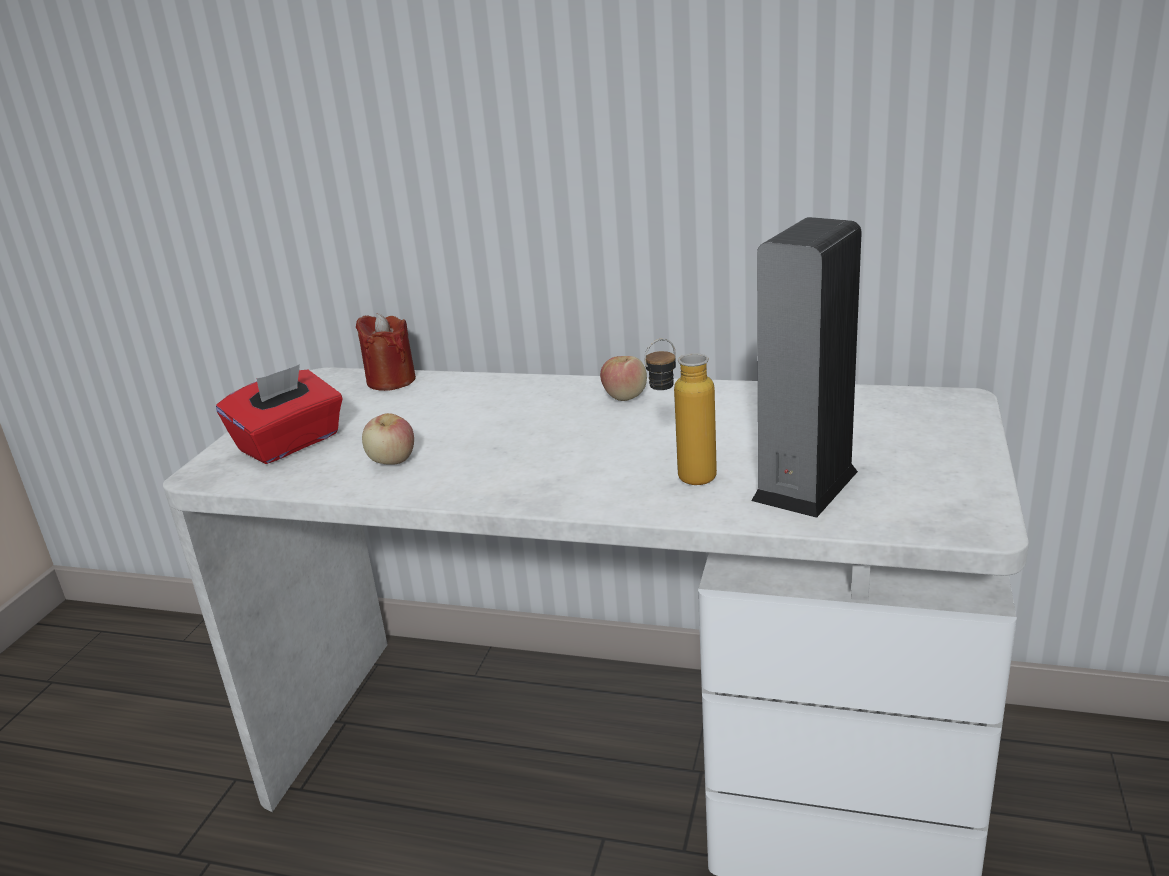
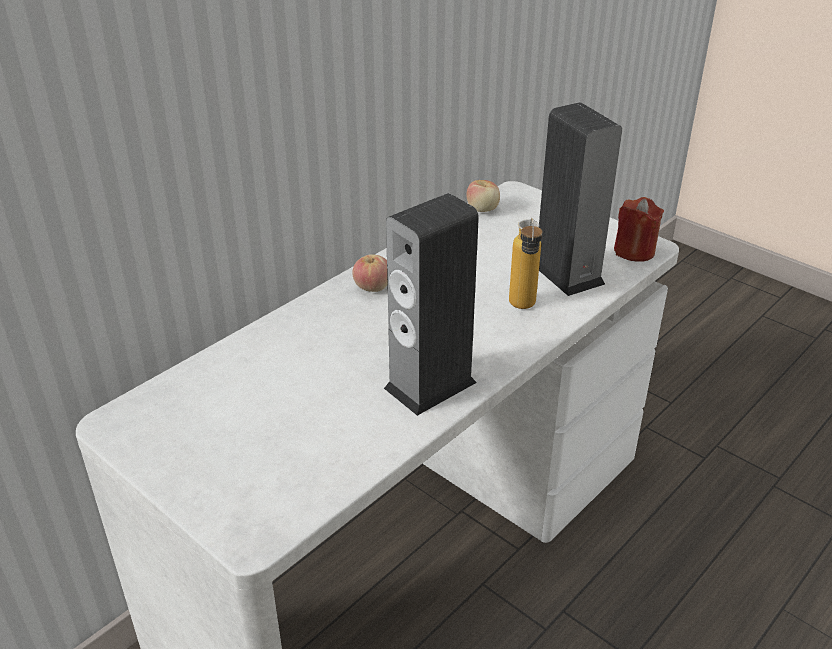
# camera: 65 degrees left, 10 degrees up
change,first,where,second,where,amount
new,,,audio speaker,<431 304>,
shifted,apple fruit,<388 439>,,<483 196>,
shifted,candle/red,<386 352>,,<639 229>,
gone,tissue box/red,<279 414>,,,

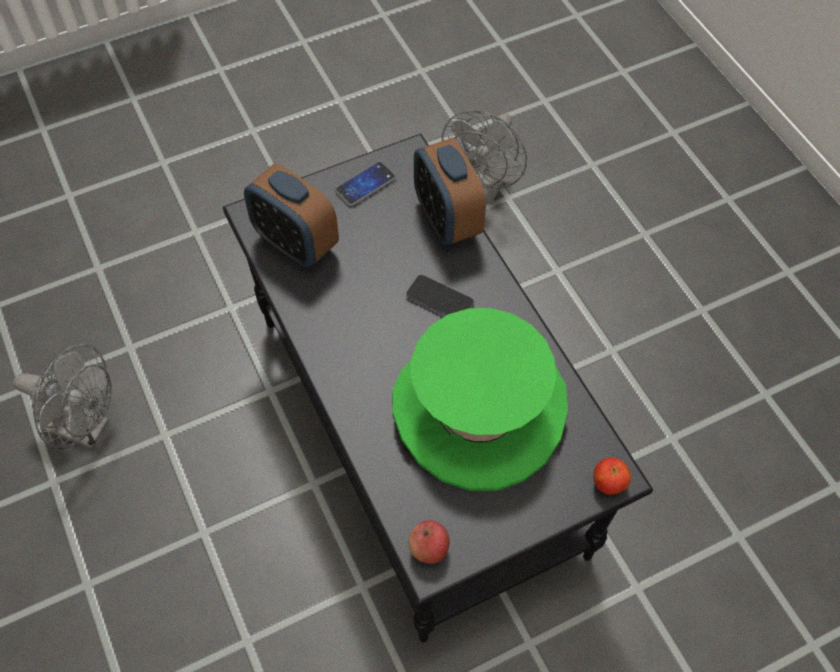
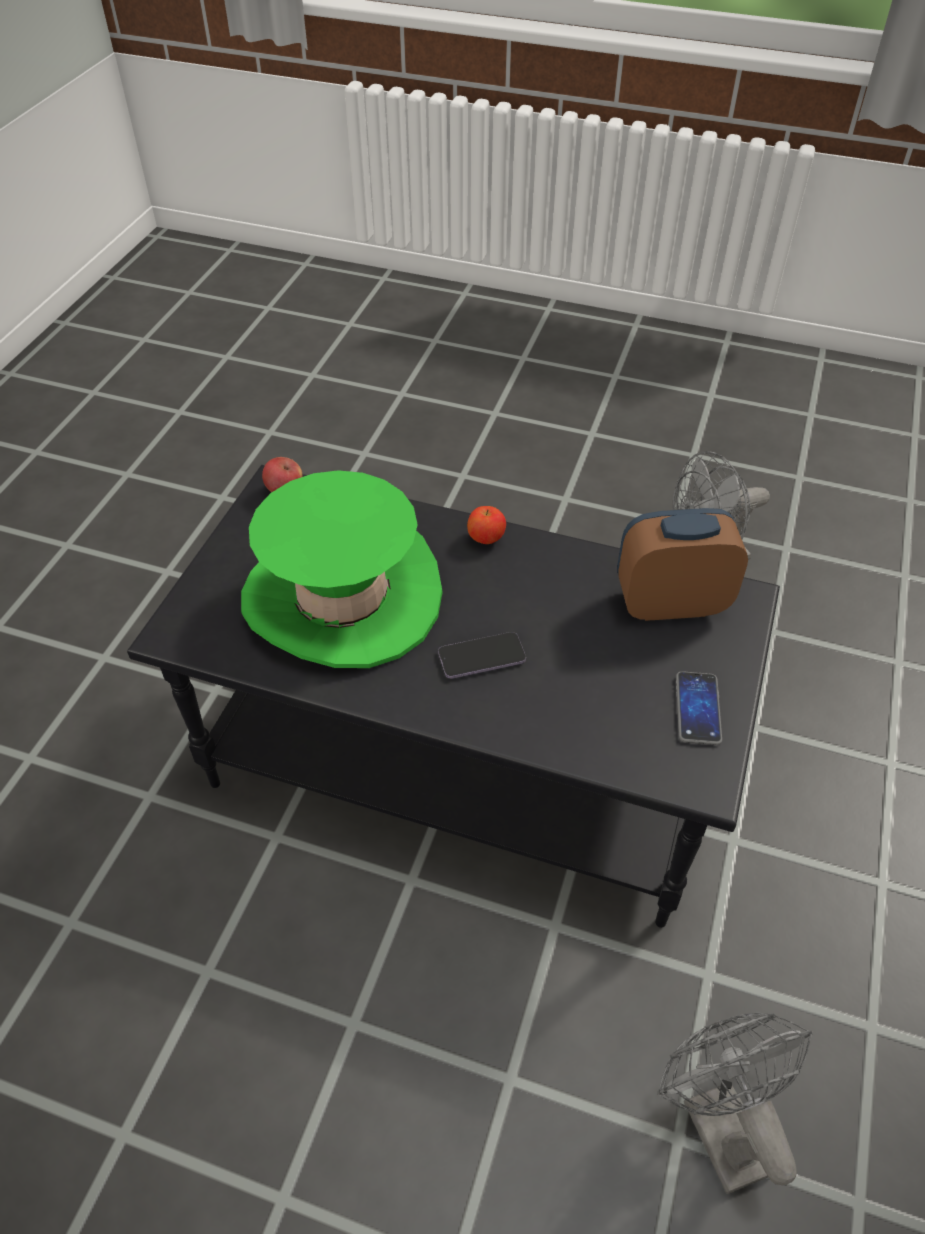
# camera: 135 degrees right, 10 degrees down
change,first,where,second,where,amount
shifted,apple fruit,<612 476>,,<486 525>,
gone,bedside clock,<450 191>,,,

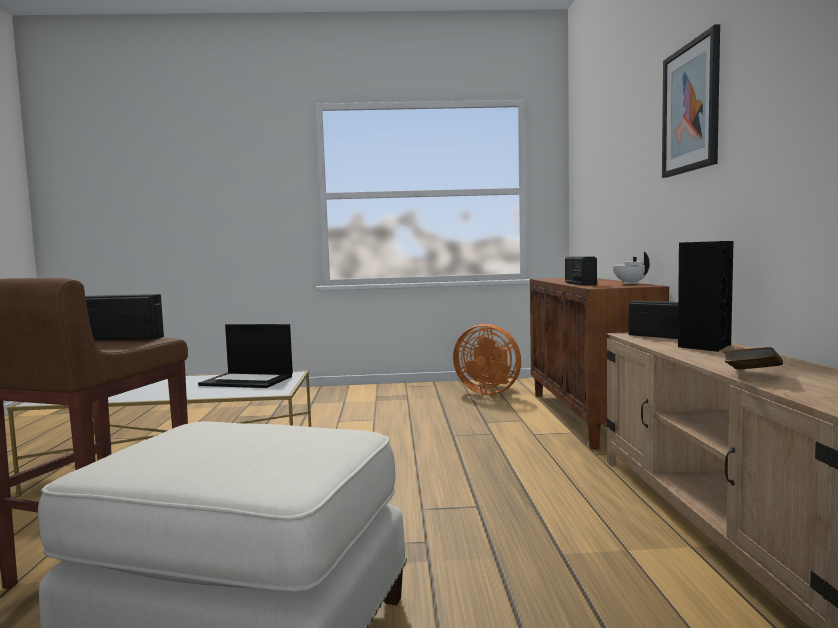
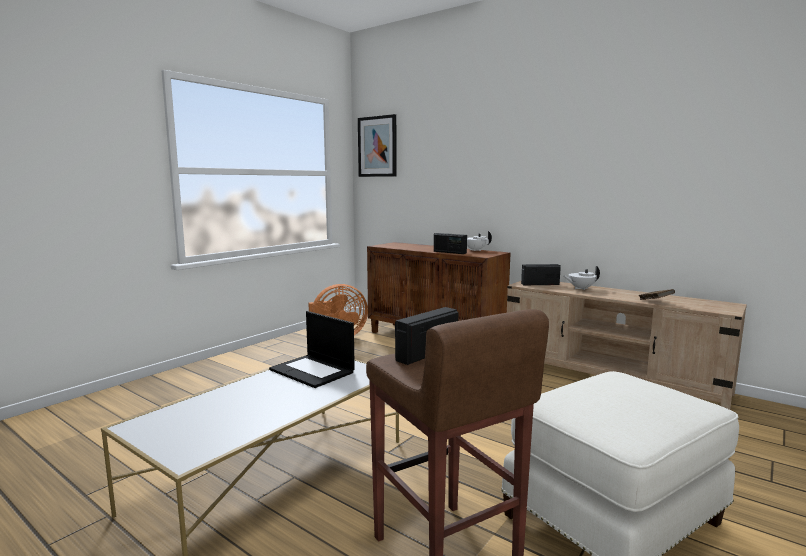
# camera: 50 degrees left, 5 degrees up
change,first,where,second,where,amount
rotated,laptop,<245 356>,,<312 349>,75 degrees clockwise
shifted,picture,<691 101>,,<377 145>,
swapped,audio speaker/black-coloured,<706 296>,tea pot/white-coloured,<582 278>,

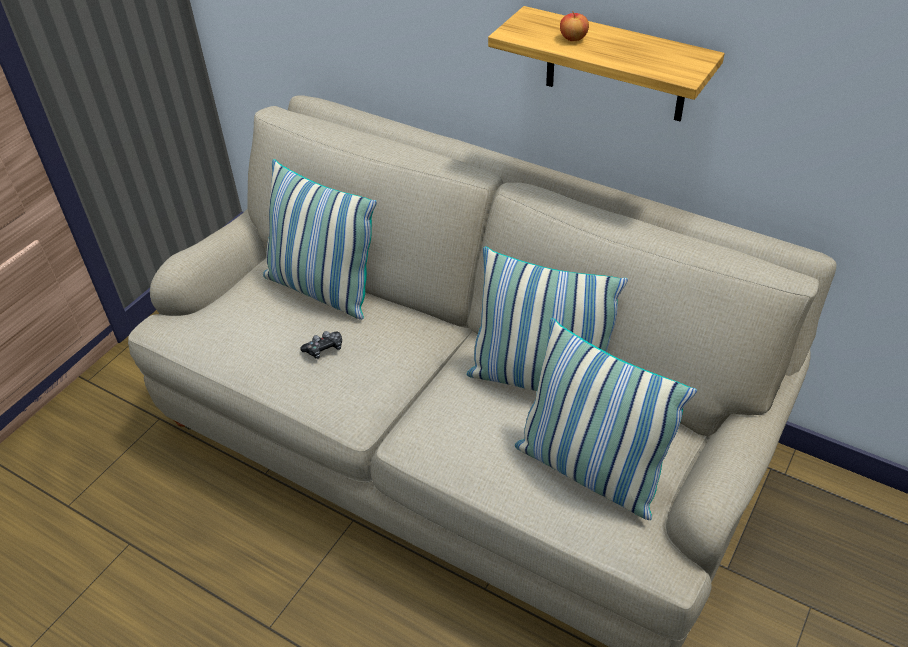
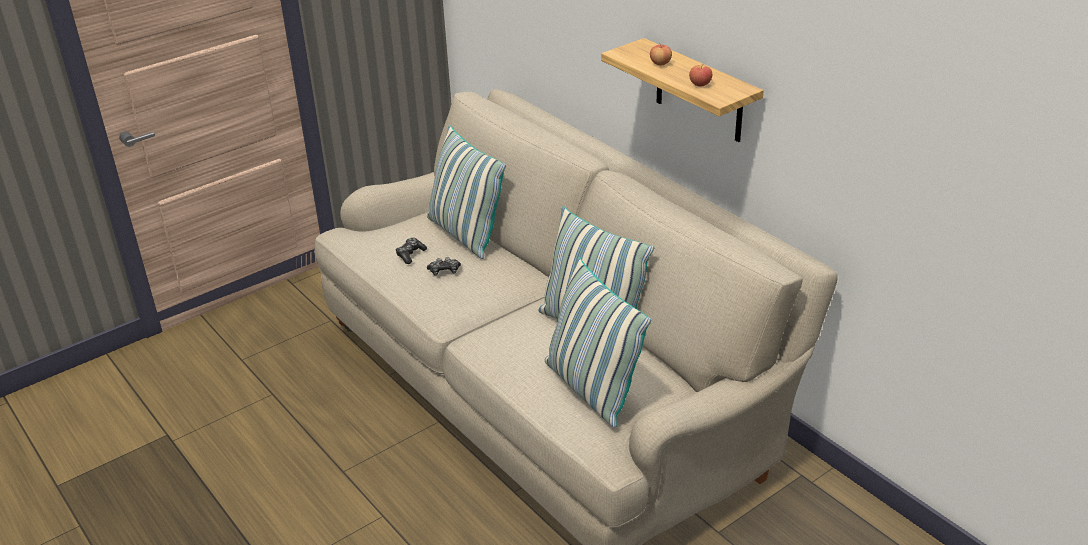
# camera: 20 degrees right, 10 degrees down
change,first,where,second,where,amount
new,,,gamepad,<411 251>,
new,,,apple fruit,<700 75>,

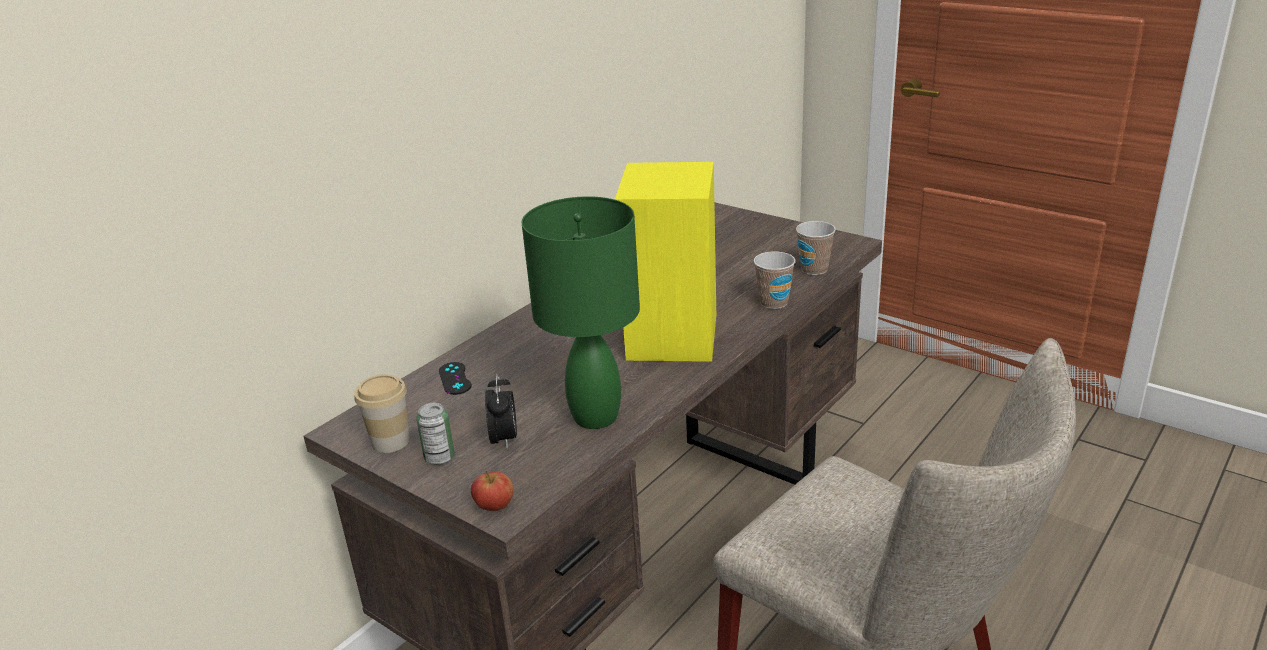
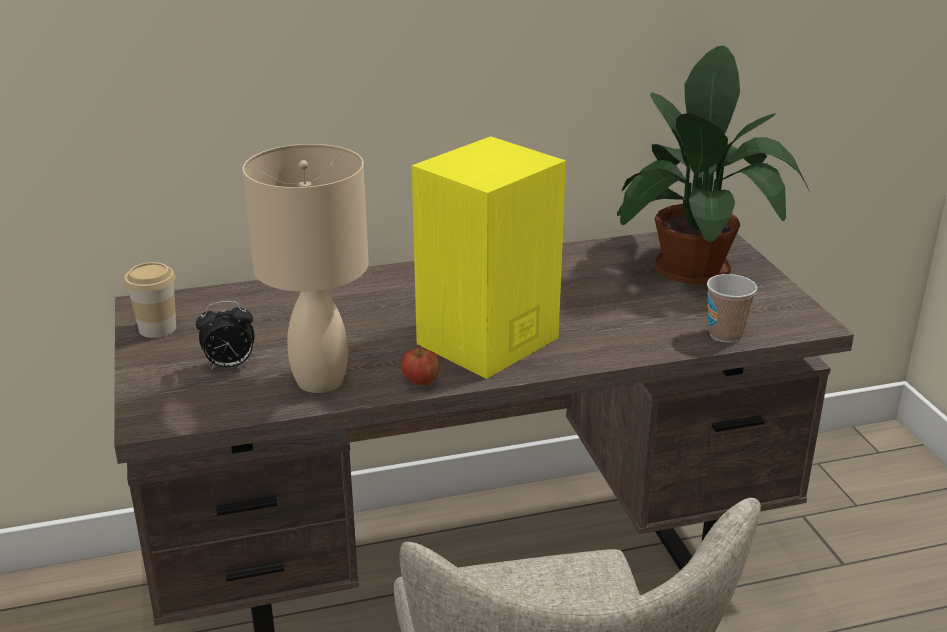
# camera: 35 degrees right, 0 degrees up
change,first,where,second,where,amount
rotated,bedside clock,<501 412>,,<225 335>,45 degrees clockwise
repainted,lamp for a table/green-coloured,<581 312>,lamp for a table/beige-coloured,<306 268>,
shifted,apple fruit,<492 491>,,<420 365>,
new,,,houseplant,<713 165>,
gone,sealed can,<435 434>,,,
gone,gamepad/black-coloured,<455 378>,,,
gone,cup,<775 280>,,,

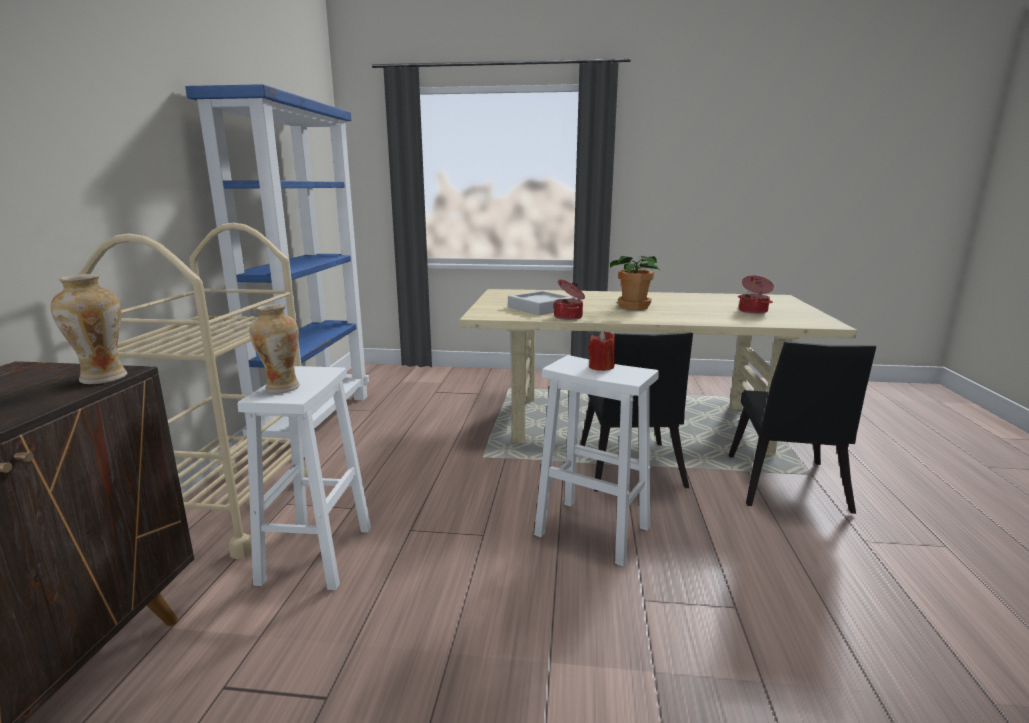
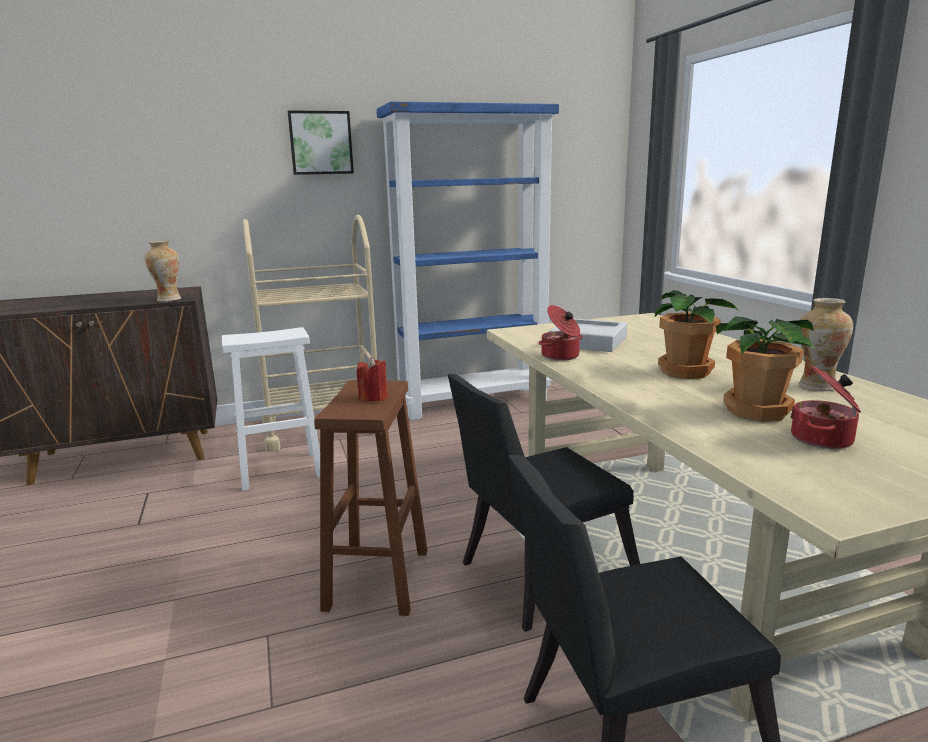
# camera: 65 degrees right, 0 degrees up
change,first,where,second,where,amount
new,,,picture,<321 142>,
repainted,sitting stool/white-coloured,<596 460>,sitting stool/brownish,<370 498>,
new,,,houseplant,<766 369>,
shifted,flower vase,<274 348>,,<826 344>,

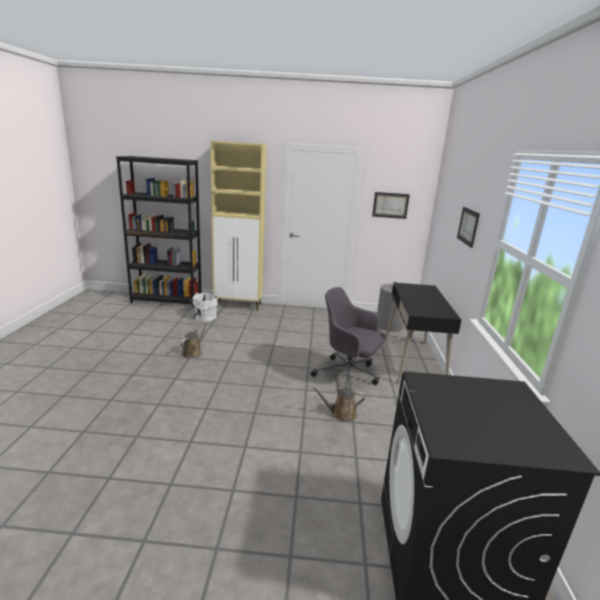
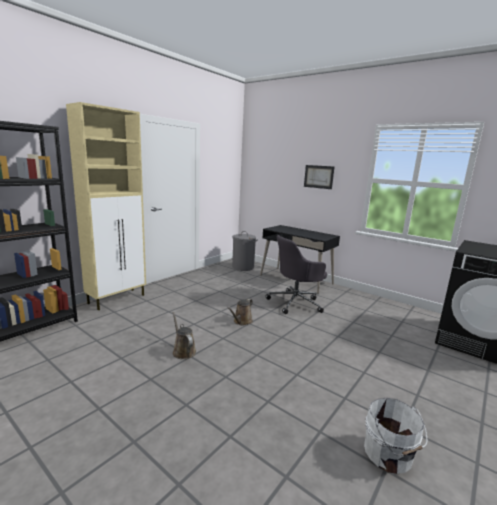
# camera: 55 degrees left, 5 degrees down
change,first,where,second,where,amount
shifted,watering pot/brownish,<338 404>,,<240 312>,
shifted,pail/white-coloured,<204 307>,,<396 436>,
gone,picture,<391 205>,,,

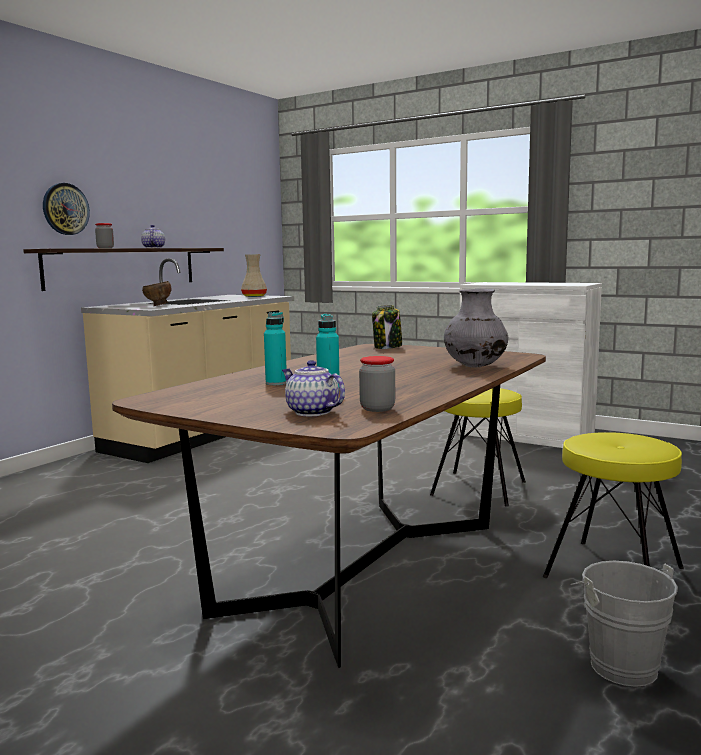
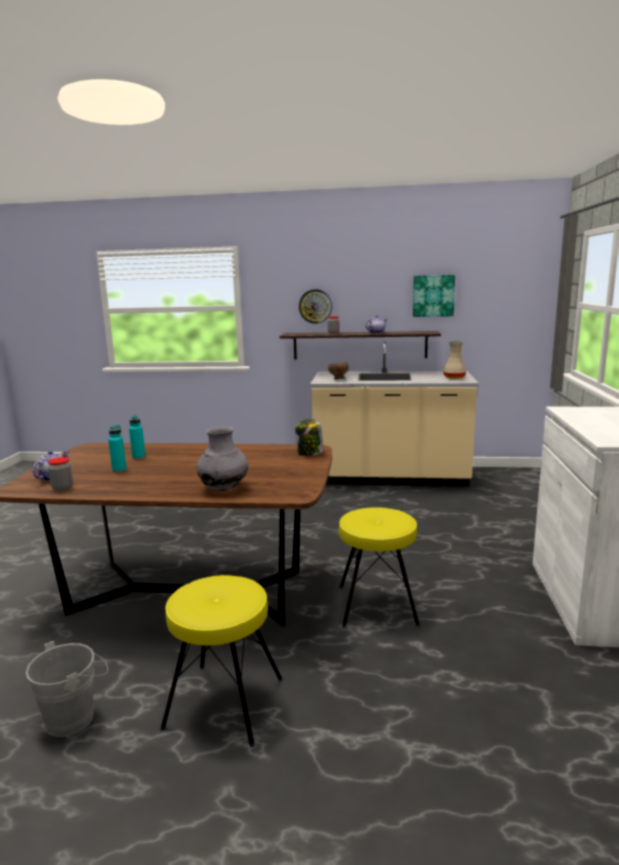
# camera: 65 degrees right, 5 degrees up
change,first,where,second,where,amount
new,,,picture,<434 296>,

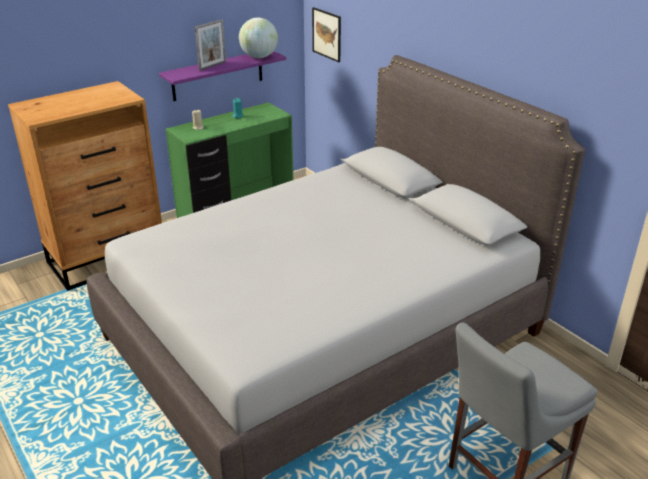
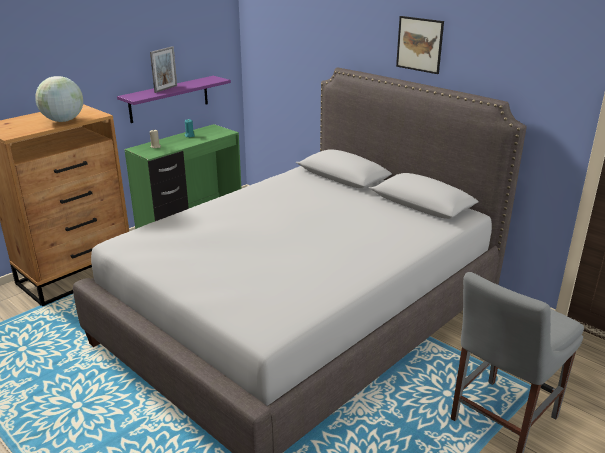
# camera: 10 degrees left, 5 degrees down
change,first,where,second,where,amount
shifted,desk globe,<258 38>,,<59 99>,
shifted,picture,<326 34>,,<420 45>,

